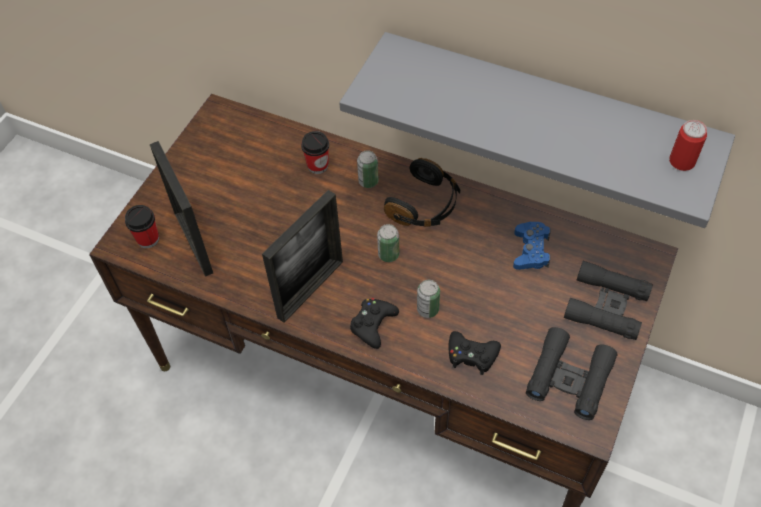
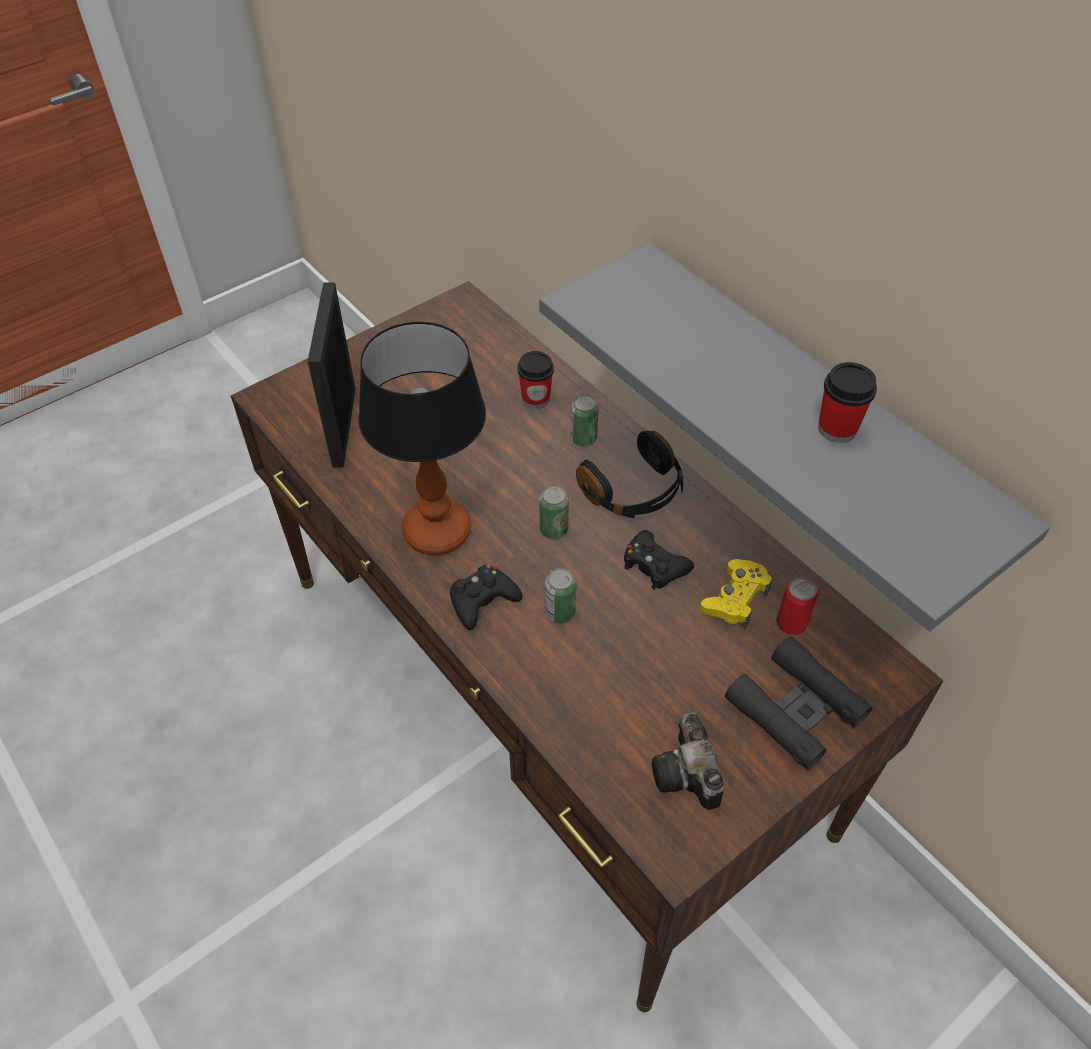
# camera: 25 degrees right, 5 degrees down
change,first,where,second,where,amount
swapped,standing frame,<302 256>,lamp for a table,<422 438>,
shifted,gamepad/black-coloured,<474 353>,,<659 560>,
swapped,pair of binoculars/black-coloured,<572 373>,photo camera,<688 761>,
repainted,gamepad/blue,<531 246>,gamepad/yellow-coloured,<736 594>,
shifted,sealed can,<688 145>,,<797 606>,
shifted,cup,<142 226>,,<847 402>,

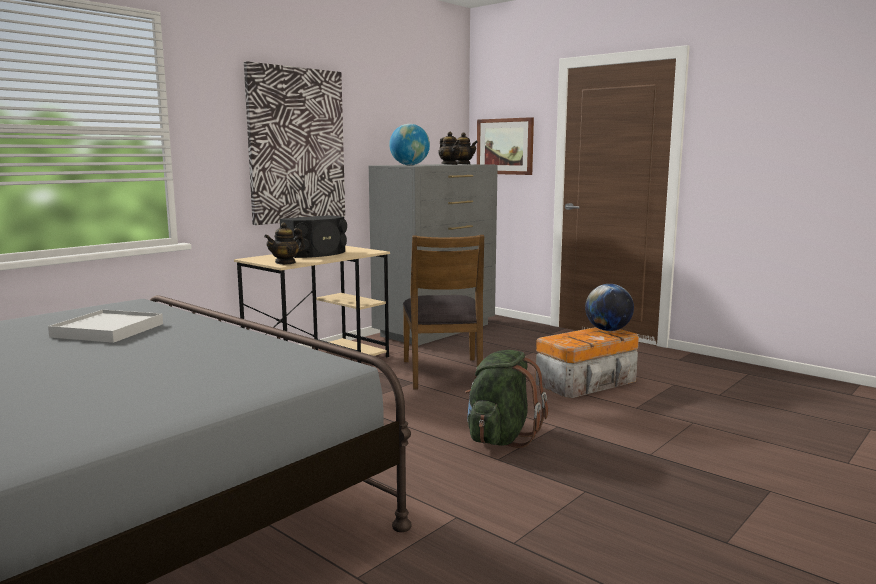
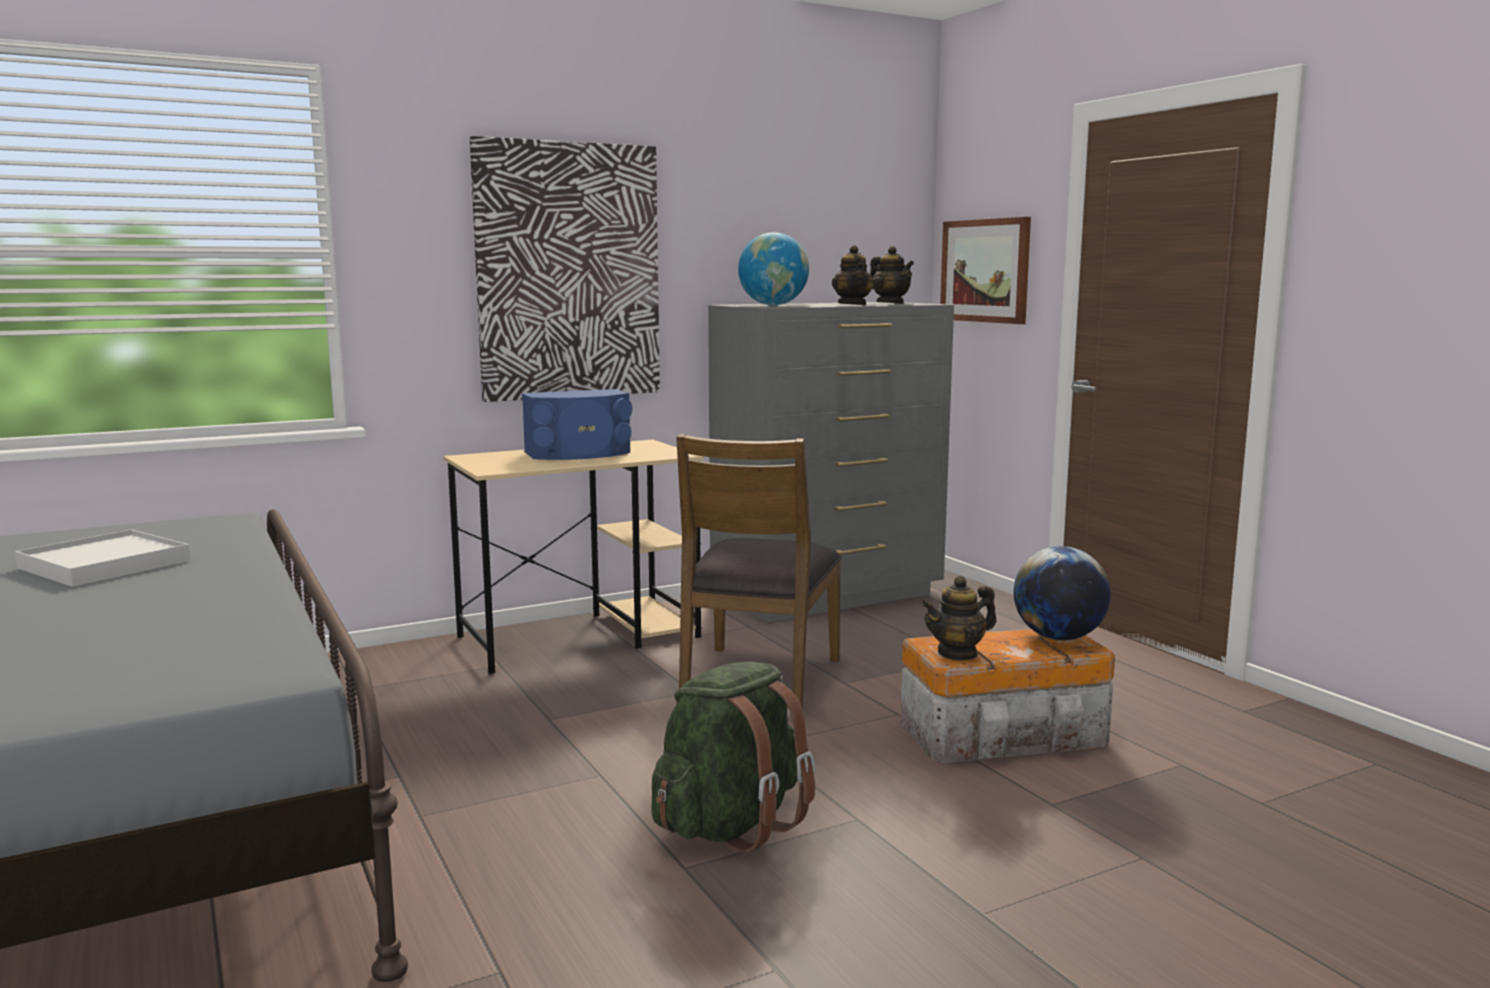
# camera: 20 degrees right, 0 degrees up
change,first,where,second,where,amount
repainted,audio speaker/black-coloured,<313 236>,audio speaker/blue,<577 424>,
shifted,tea pot,<284 243>,,<959 617>,

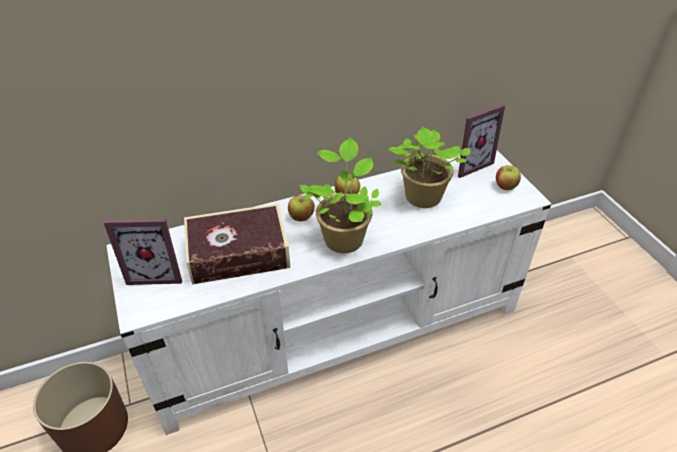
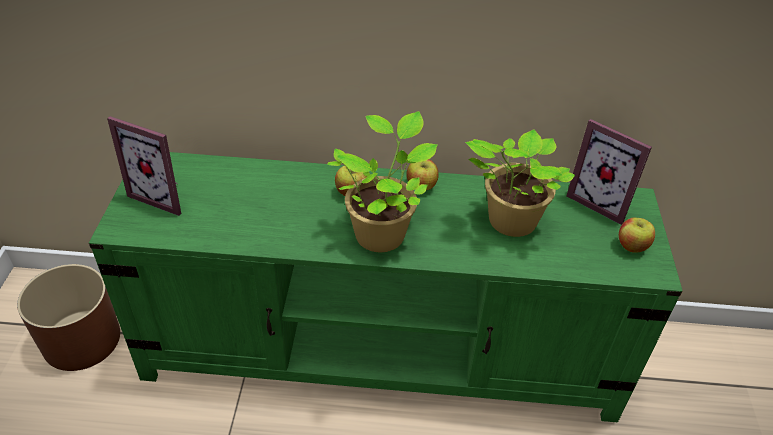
# camera: 25 degrees right, 0 degrees up
change,first,where,second,where,amount
repainted,tv stand/white-coloured,<328 292>,tv stand/green-coloured,<386 287>,
rotated,standing frame,<482 141>,,<609 172>,45 degrees clockwise
gone,bound book,<237 244>,,,

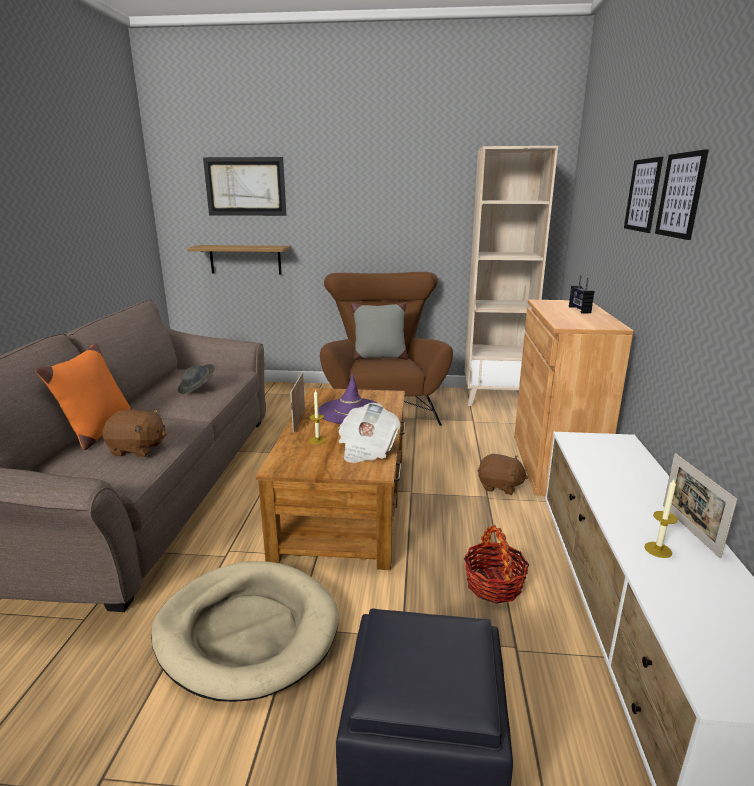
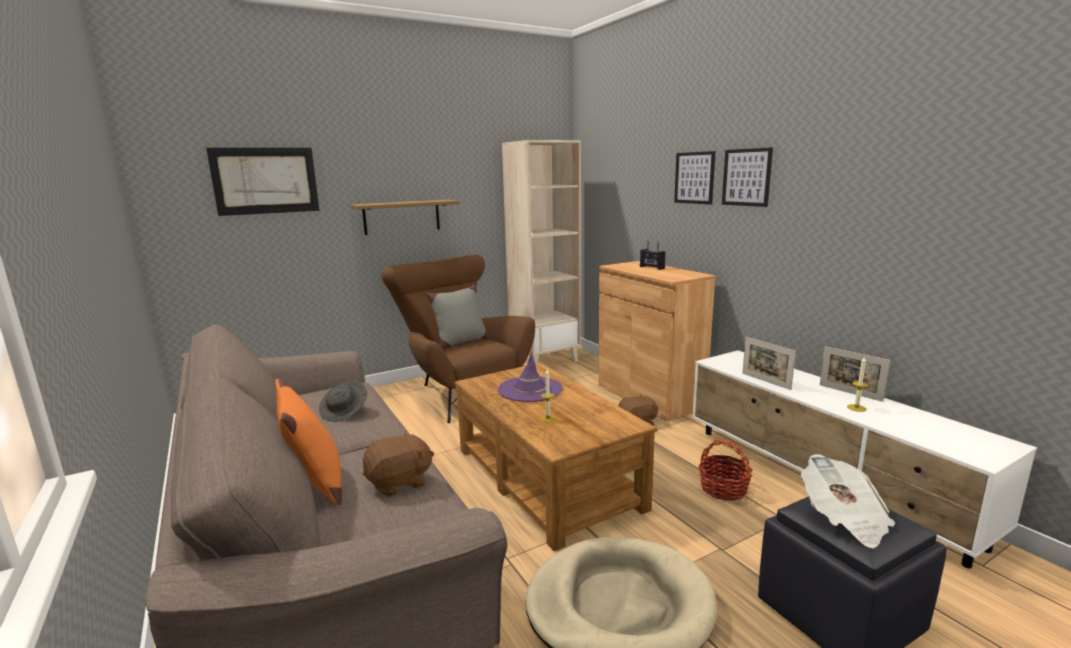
# camera: 35 degrees left, 5 degrees down
change,first,where,second,where,amount
shifted,bracket shelf,<238 259>,,<404 217>,
shifted,standing frame,<297 402>,,<769 363>,
shifted,newspaper,<369 433>,,<848 501>,

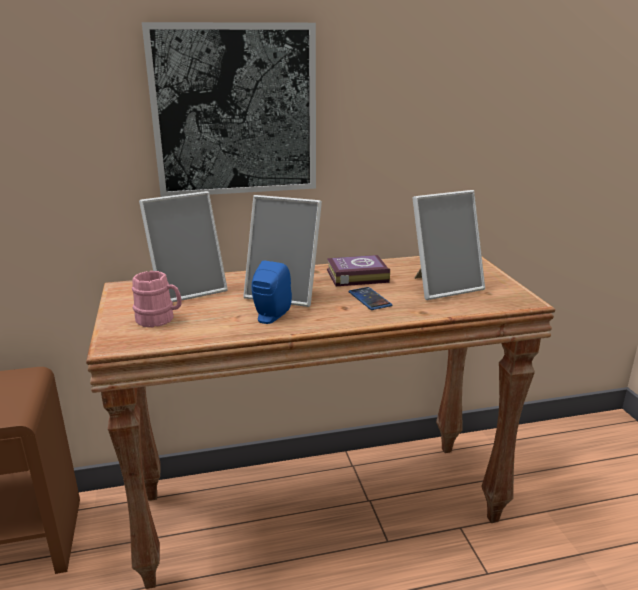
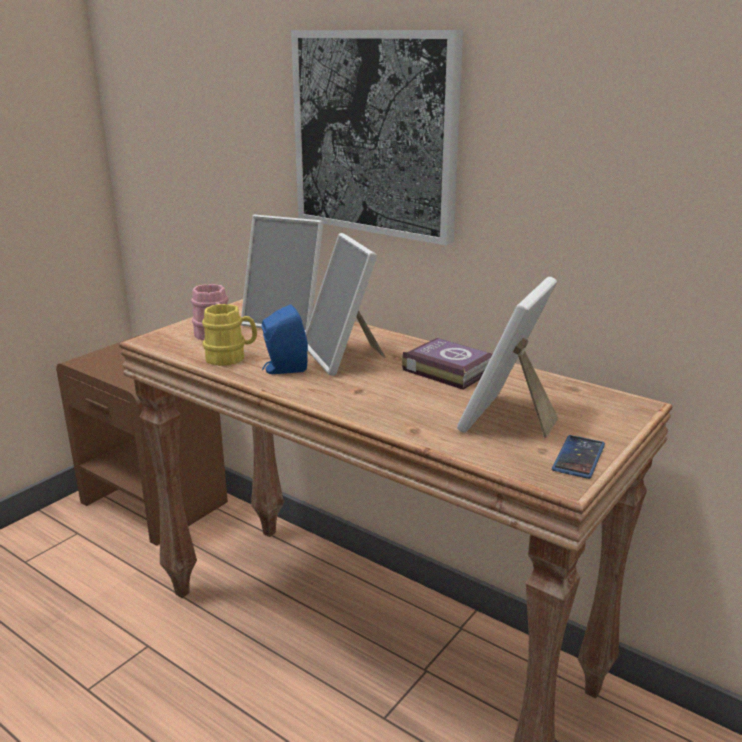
# camera: 50 degrees right, 0 degrees up
change,first,where,second,where,amount
new,,,coffee mug/yellow-coloured,<229 335>,
rotated,standing frame,<448 245>,,<508 357>,90 degrees clockwise
shifted,telephone,<370 298>,,<578 457>,

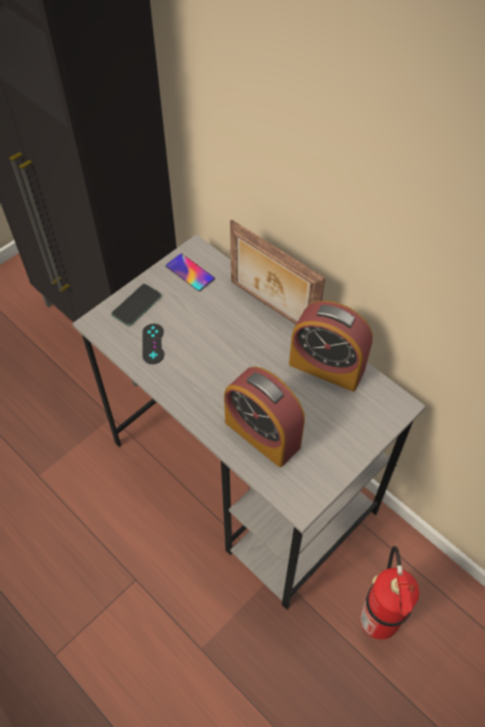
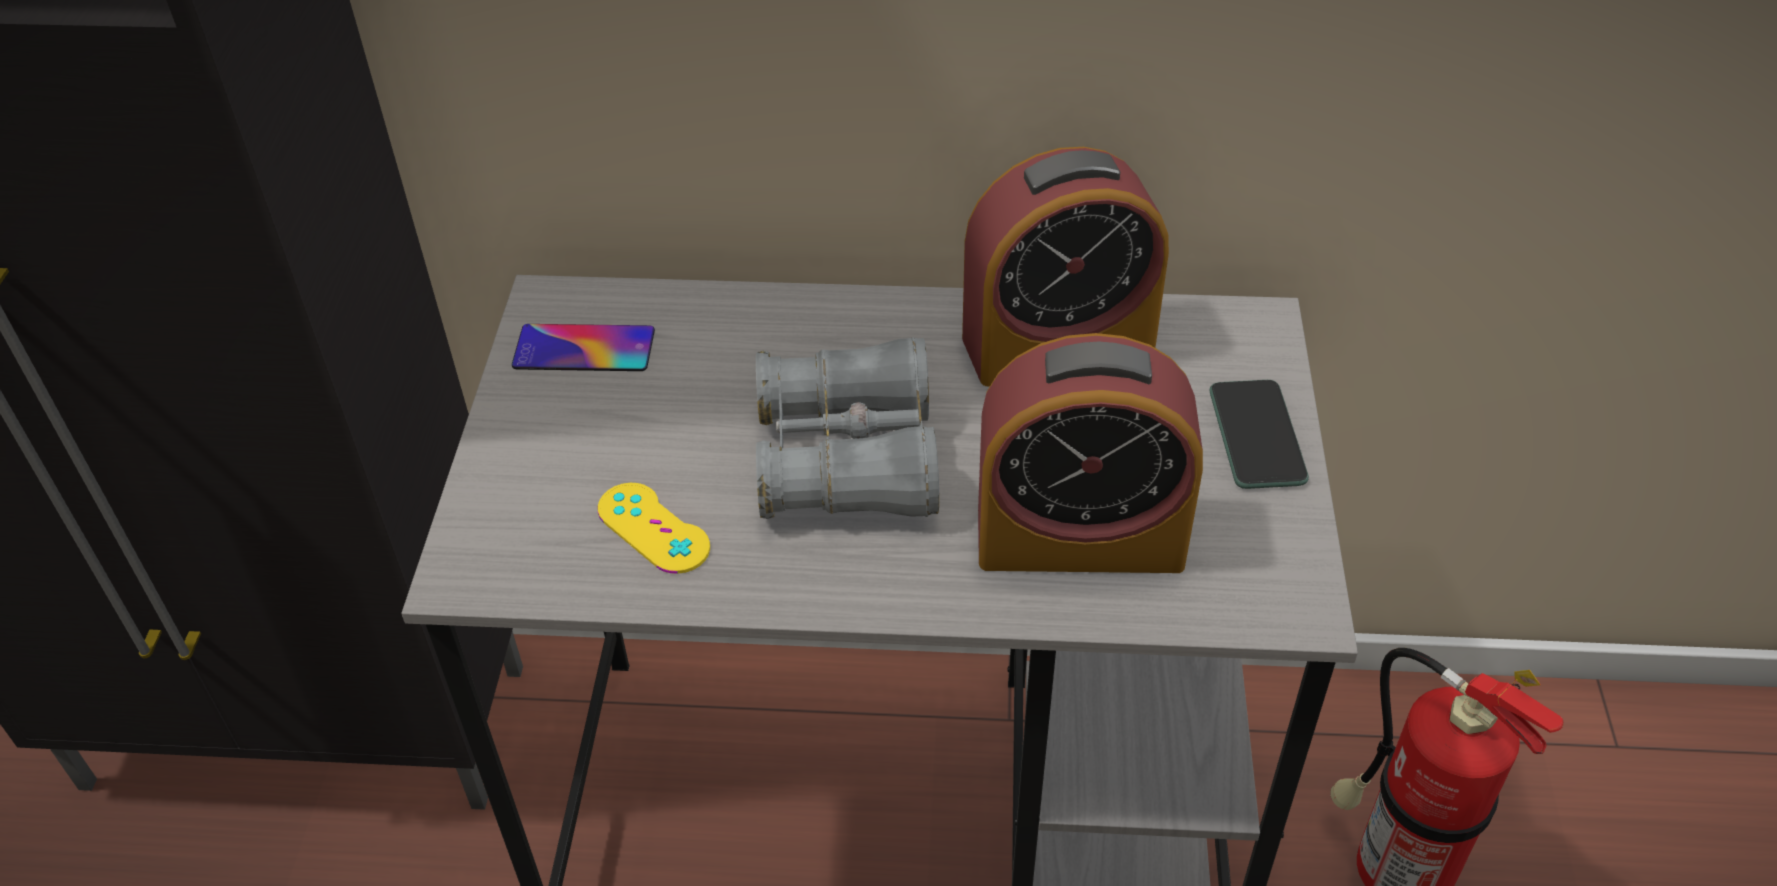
# camera: 40 degrees left, 10 degrees down
change,first,where,second,where,amount
repainted,gamepad/black-coloured,<153 344>,gamepad/yellow-coloured,<654 528>,
new,,,pair of binoculars/grey,<847 428>,
shifted,telephone,<136 305>,,<1259 434>,
gone,standing frame,<277 272>,,,

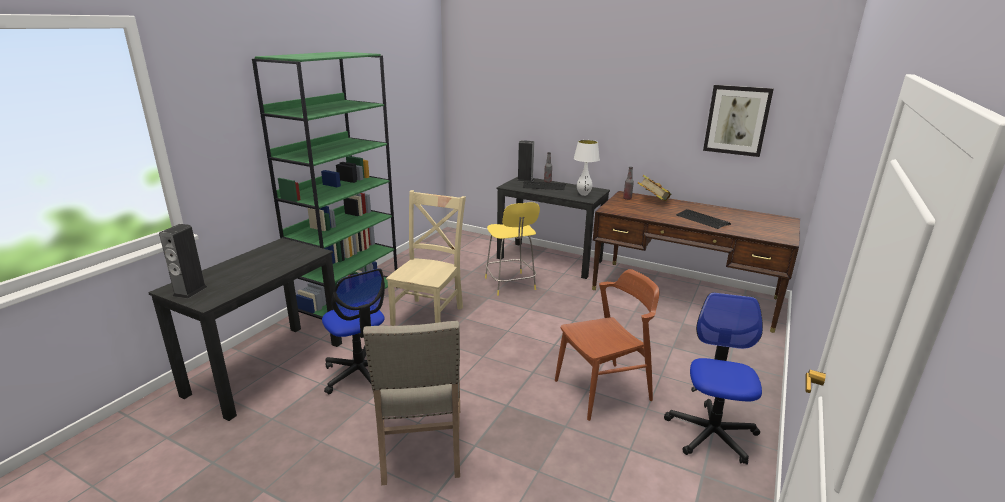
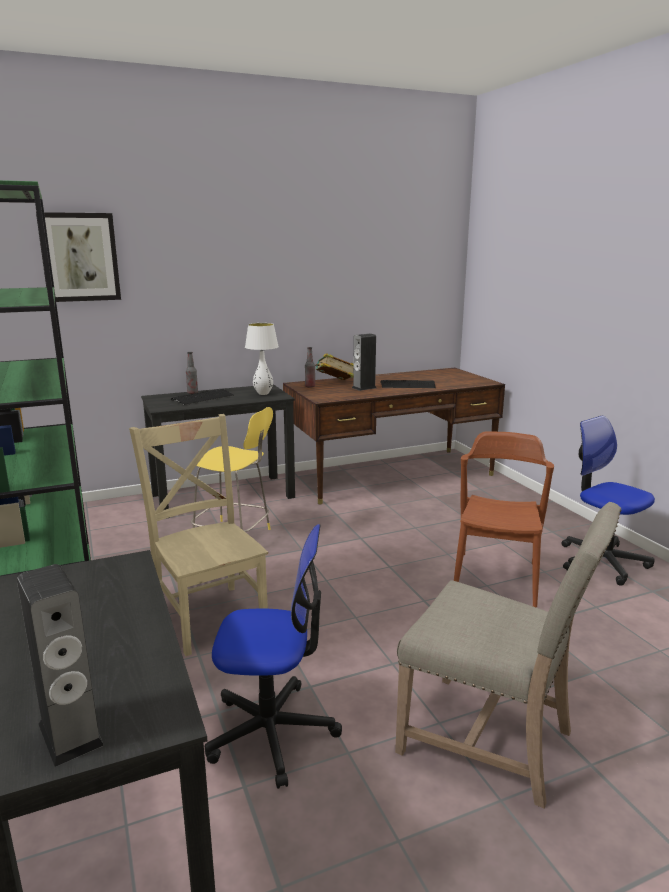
# camera: 50 degrees left, 5 degrees down
change,first,where,second,where,amount
shifted,picture,<738 121>,,<78 257>,
shifted,audio speaker,<525 161>,,<364 362>,

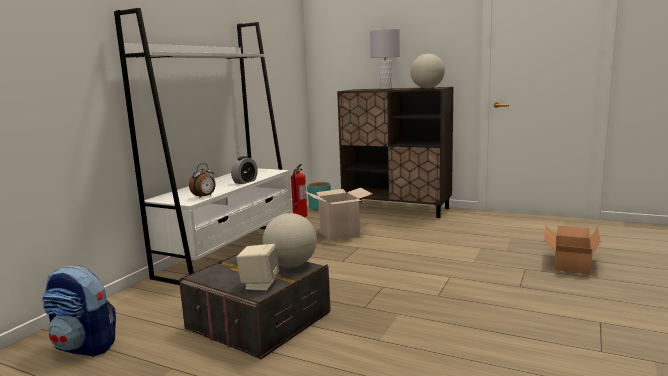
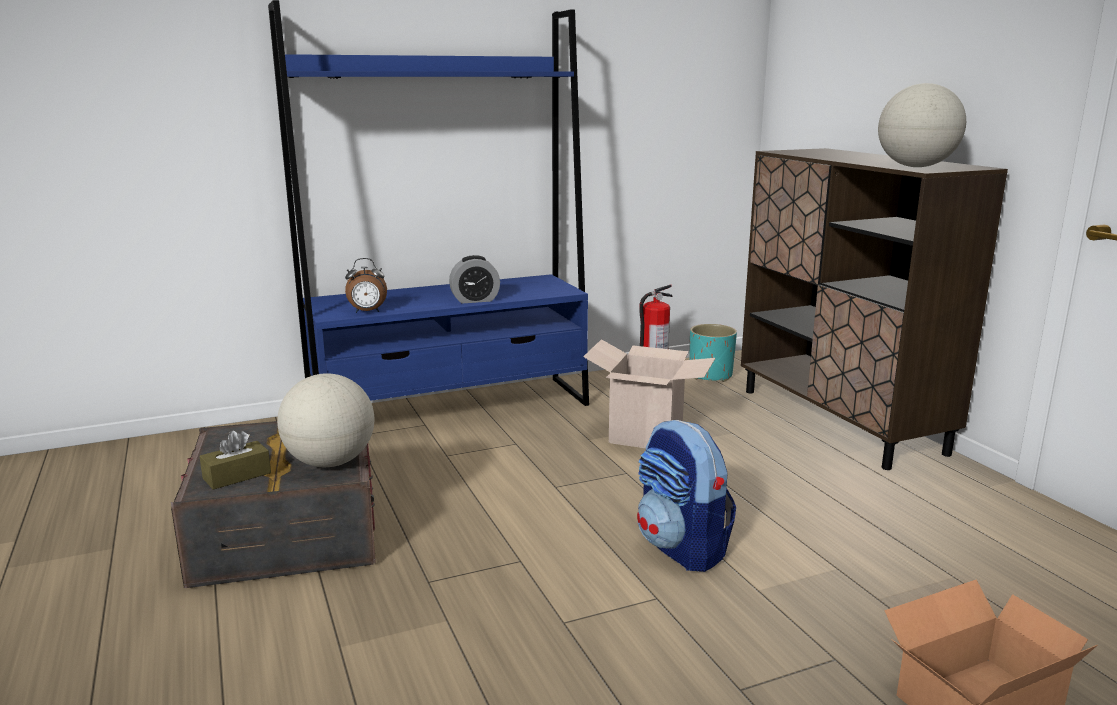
# camera: 40 degrees right, 5 degrees up
change,first,where,second,where,amount
swapped,audio speaker/beige-coloured,<257 267>,tissue box/brownish,<235 460>,
repainted,bookcase/white-coloured,<203 146>,bookcase/blue,<428 203>,
shifted,knapsack,<79 311>,,<686 496>,
gone,lamp for a table/grey,<385 59>,,,

